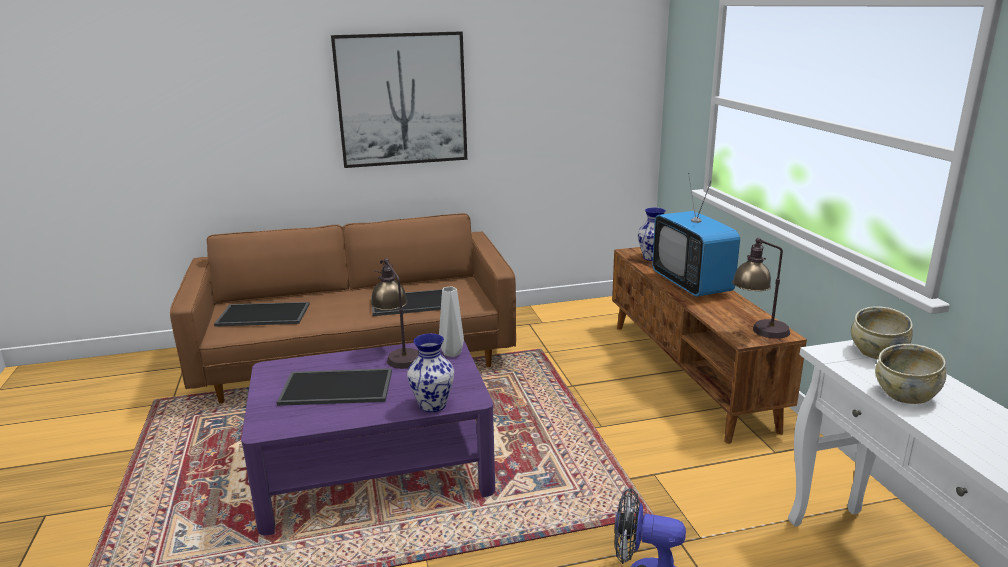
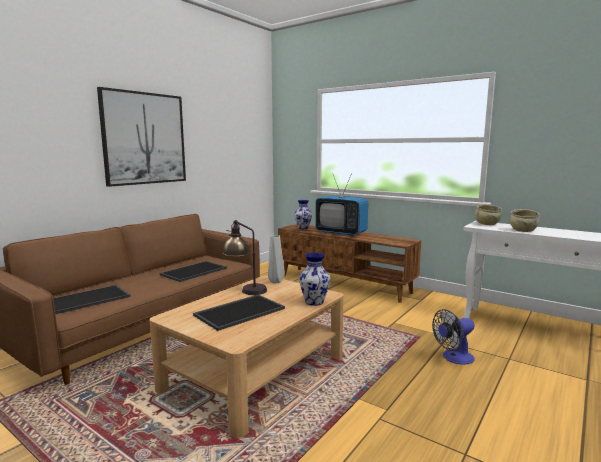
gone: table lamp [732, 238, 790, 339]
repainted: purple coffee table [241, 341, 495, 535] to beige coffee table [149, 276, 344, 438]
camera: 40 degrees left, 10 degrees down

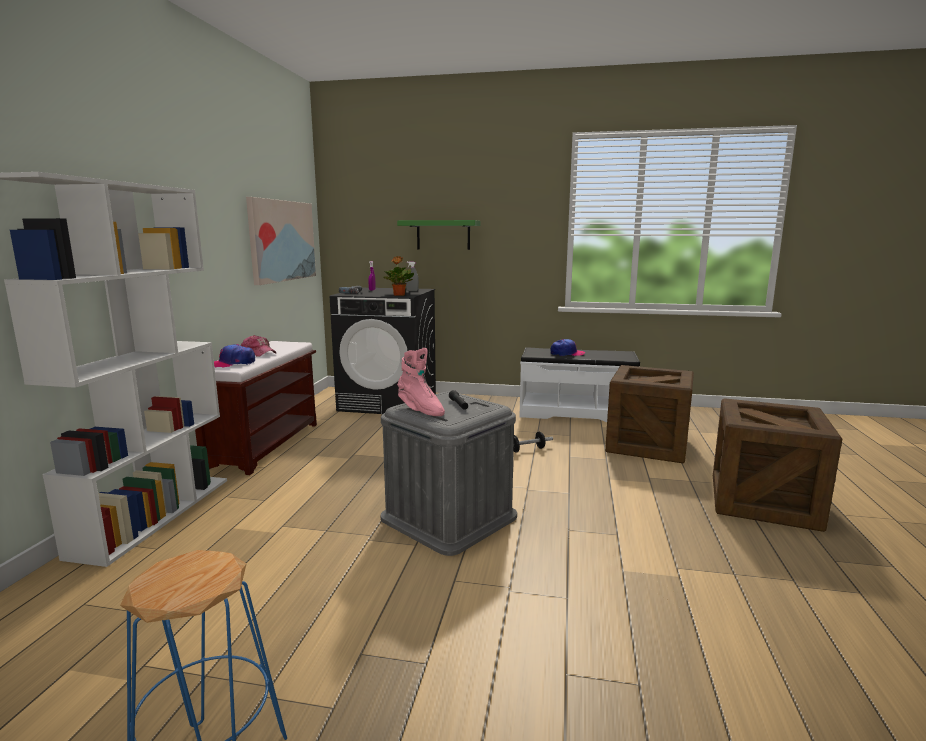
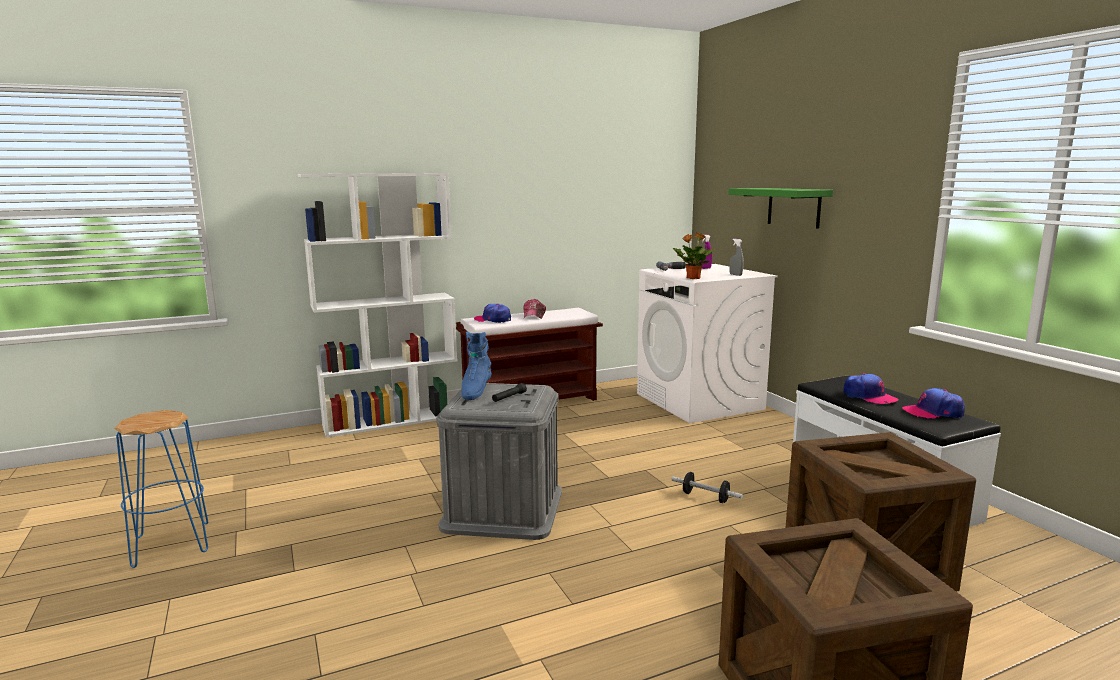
gone: picture [246, 197, 316, 285]
new: cap [902, 388, 965, 419]
repainted: black washing machine [330, 288, 436, 414] to white washing machine [637, 264, 778, 423]; pink boot [397, 348, 445, 416] to blue boot [462, 332, 492, 400]
camera: 55 degrees right, 0 degrees up

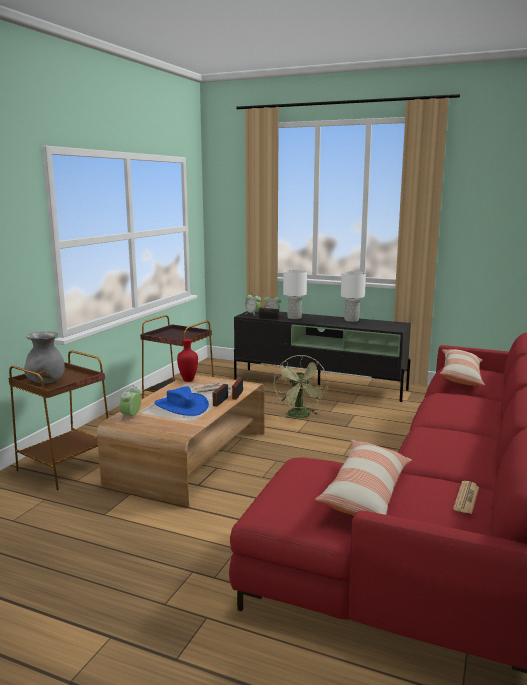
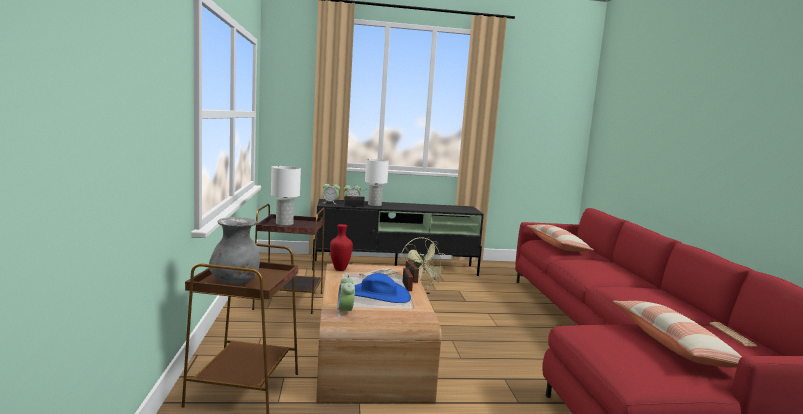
shifted: white table lamp [341, 271, 366, 322] to [271, 166, 301, 226]
camera: 30 degrees left, 5 degrees down

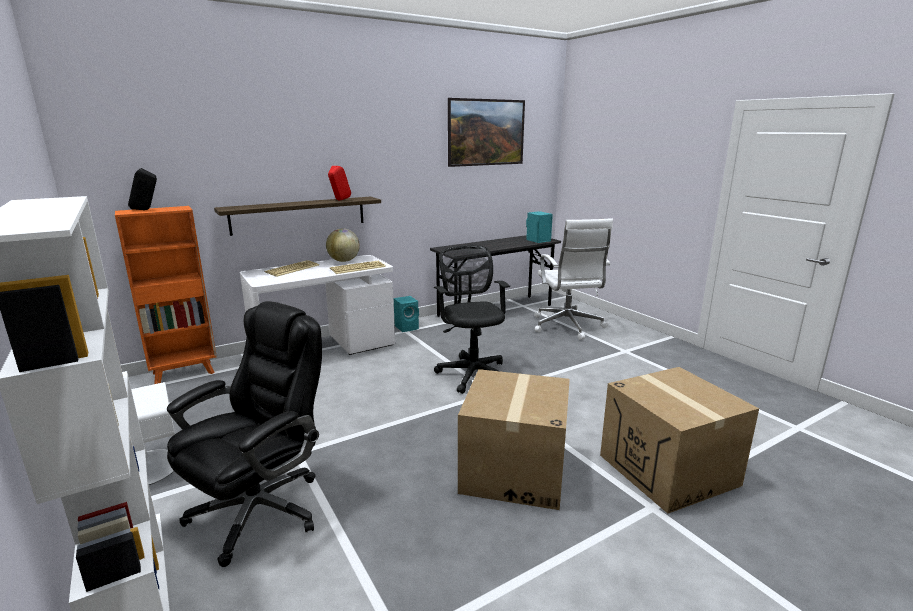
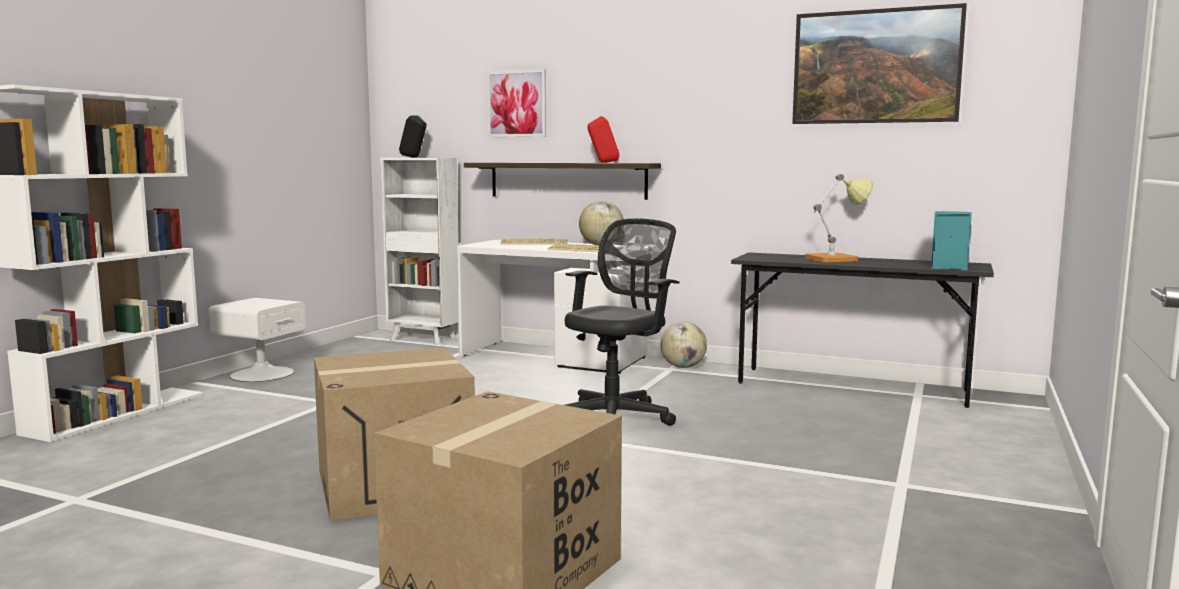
gone: black office chair [167, 301, 322, 567]; white office chair [534, 219, 613, 340]
new: picture [487, 69, 546, 137]; table lamp [805, 174, 873, 262]
swapped: turquoise speaker [394, 296, 419, 332] to globe [660, 322, 707, 368]
repainted: orange bookcase [115, 206, 217, 384] to white bookcase [380, 158, 459, 345]
camera: 55 degrees right, 10 degrees down

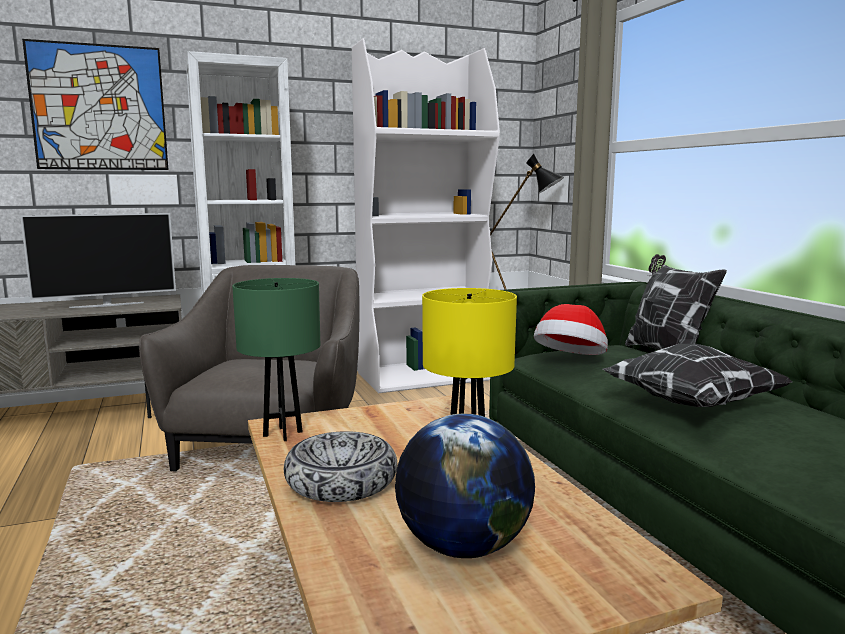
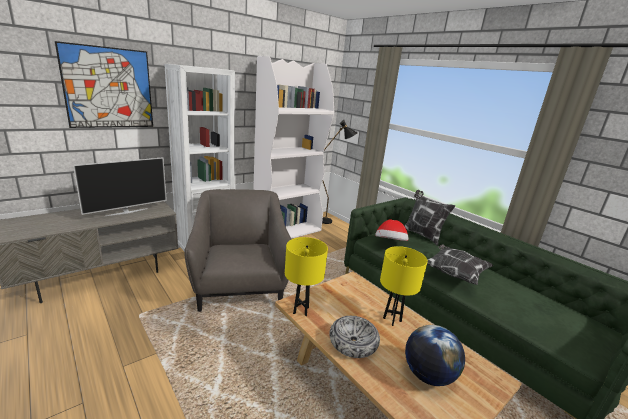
repainted: green table lamp [232, 278, 320, 441] to yellow table lamp [285, 237, 328, 316]
camera: 20 degrees left, 10 degrees up

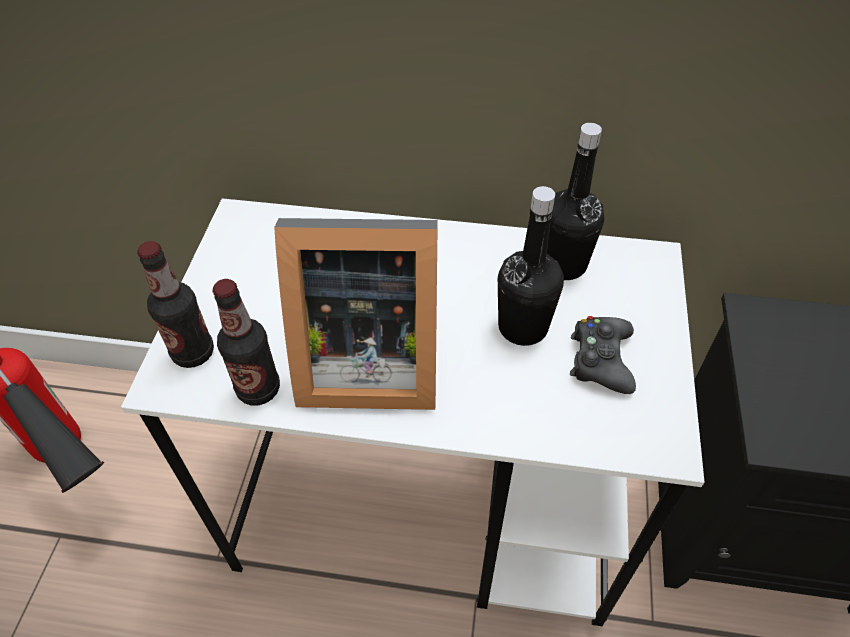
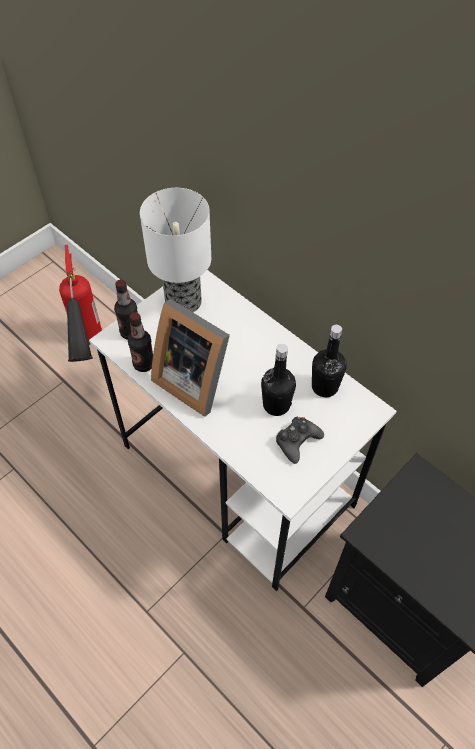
new: table lamp [140, 188, 211, 313]
camera: 35 degrees right, 5 degrees up

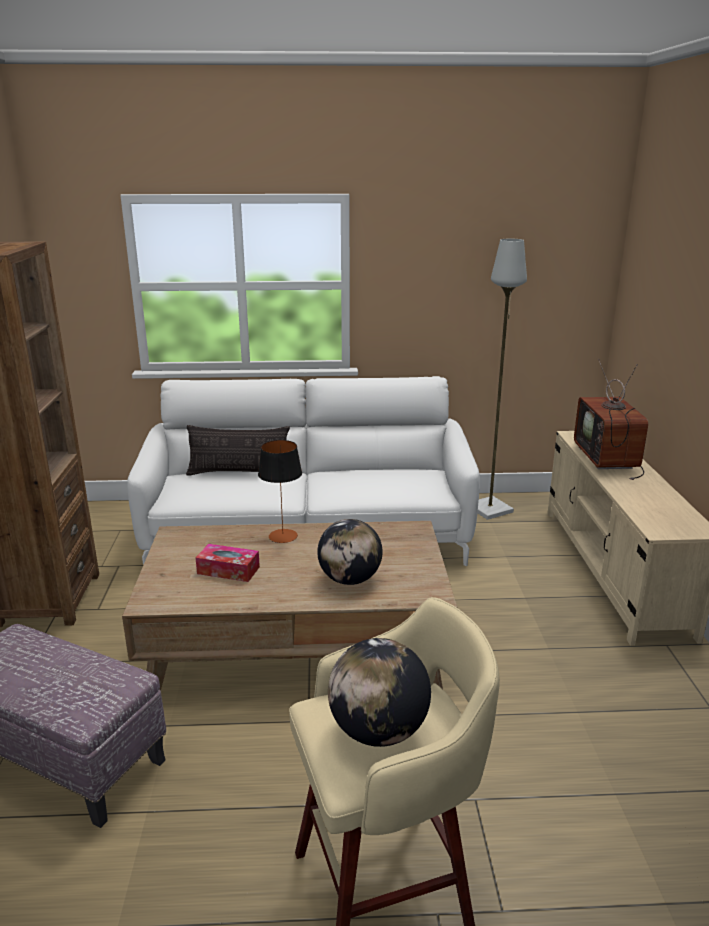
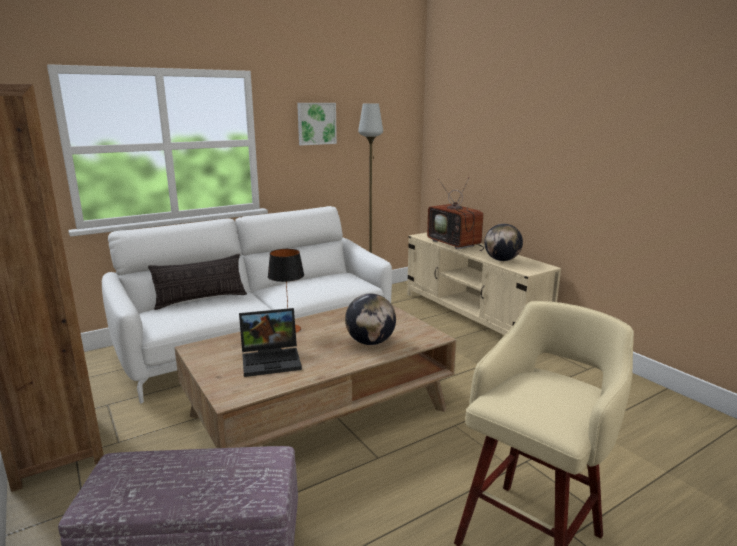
new: picture [297, 103, 337, 145]
shifted: globe [328, 638, 431, 747] to [484, 224, 523, 261]
swapped: tissue box [196, 544, 260, 582] to laptop [239, 308, 302, 377]
camera: 30 degrees left, 5 degrees down

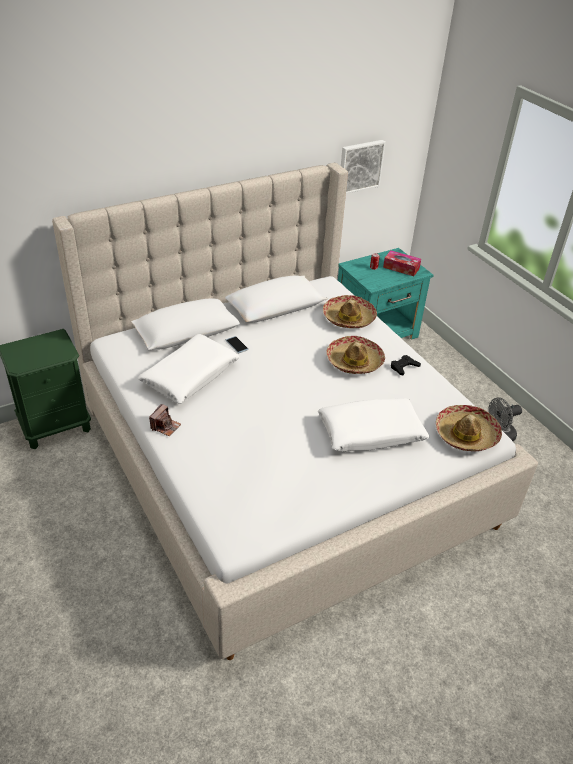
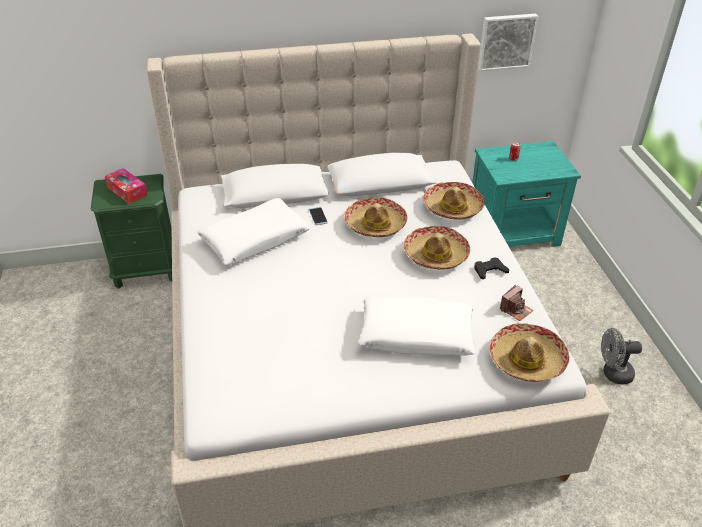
new: hat [344, 197, 408, 237]
shifted: photo camera [149, 404, 181, 436] to [500, 285, 533, 321]; tissue box [383, 250, 421, 276] to [105, 168, 148, 204]
camera: 20 degrees right, 0 degrees up

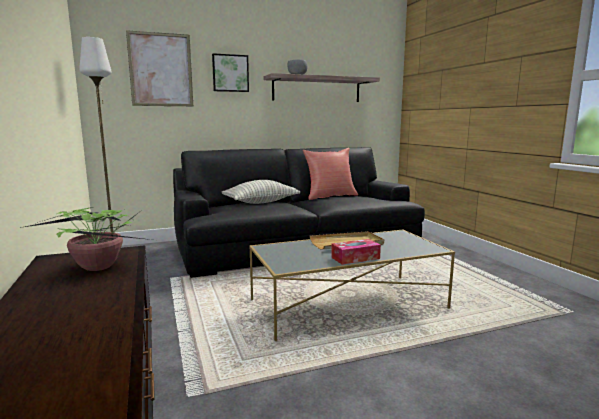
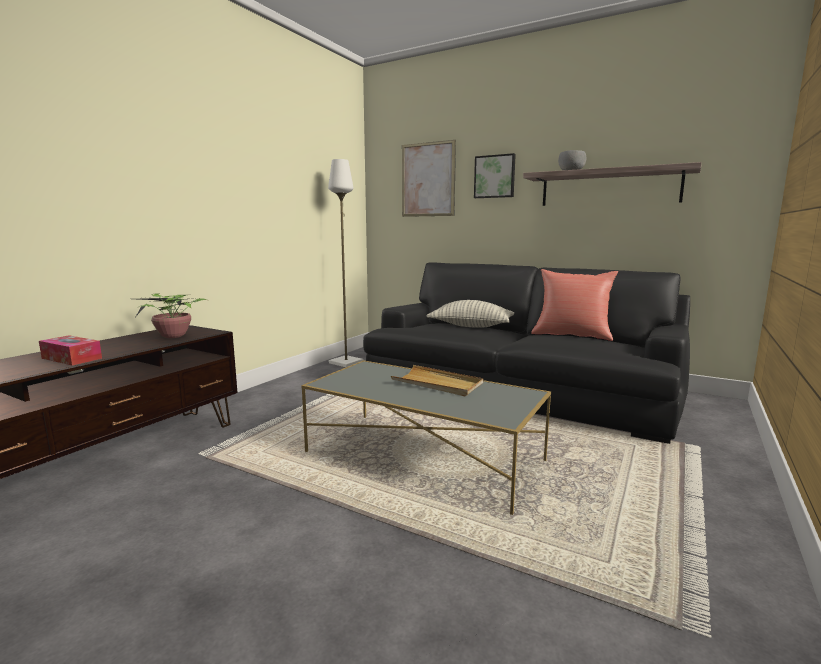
shifted: tissue box [331, 239, 381, 265] to [39, 335, 102, 365]
camera: 50 degrees right, 0 degrees up

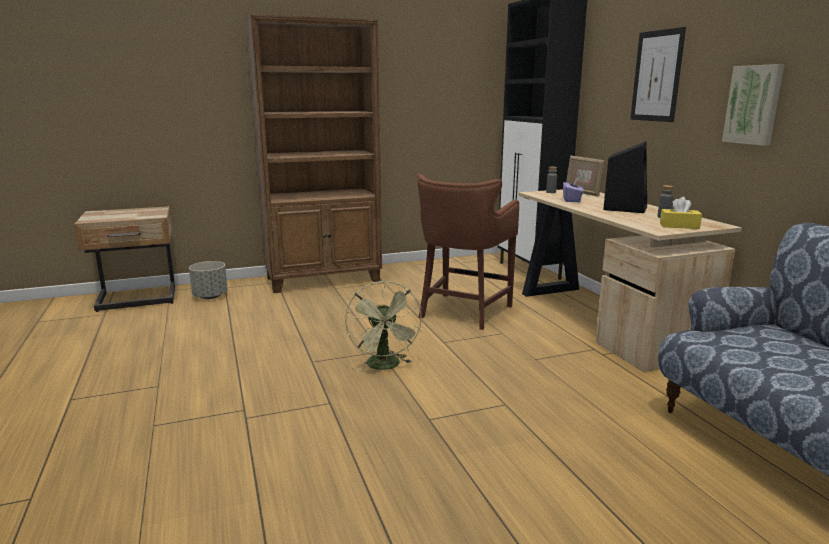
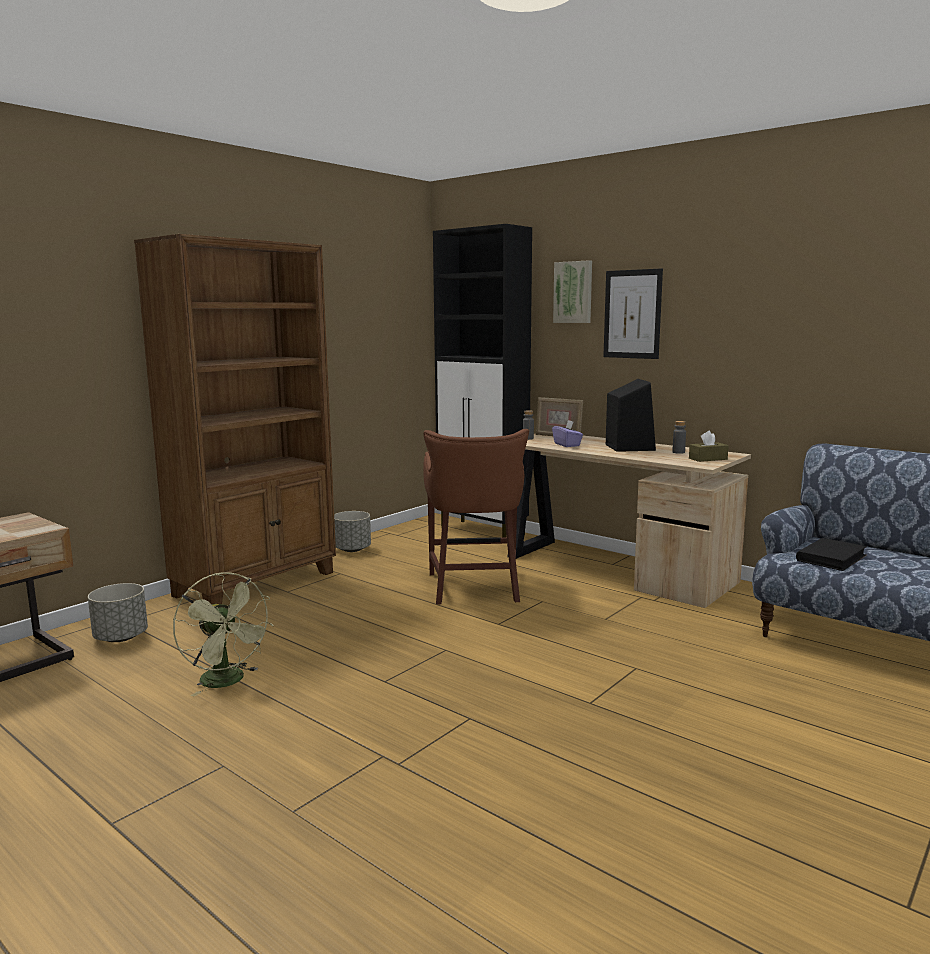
new: grey planter [334, 511, 371, 552]; black book [796, 538, 867, 571]
shifted: green fan [345, 280, 422, 371] to [173, 572, 273, 697]; picture [722, 64, 784, 146] to [553, 260, 592, 323]
repainted: yellow tissue box [660, 197, 702, 229] to brown tissue box [689, 431, 729, 462]
camera: 30 degrees left, 5 degrees down

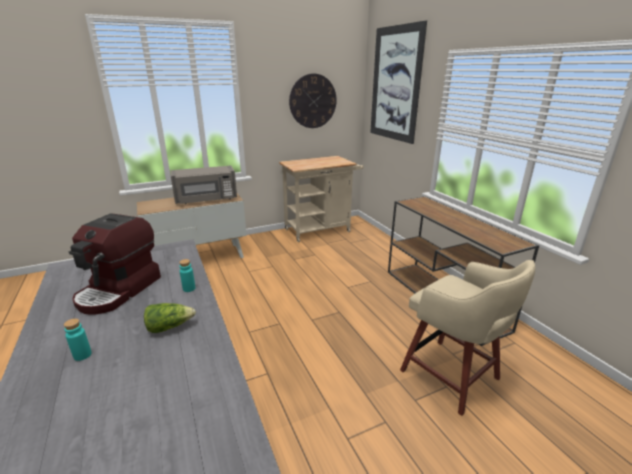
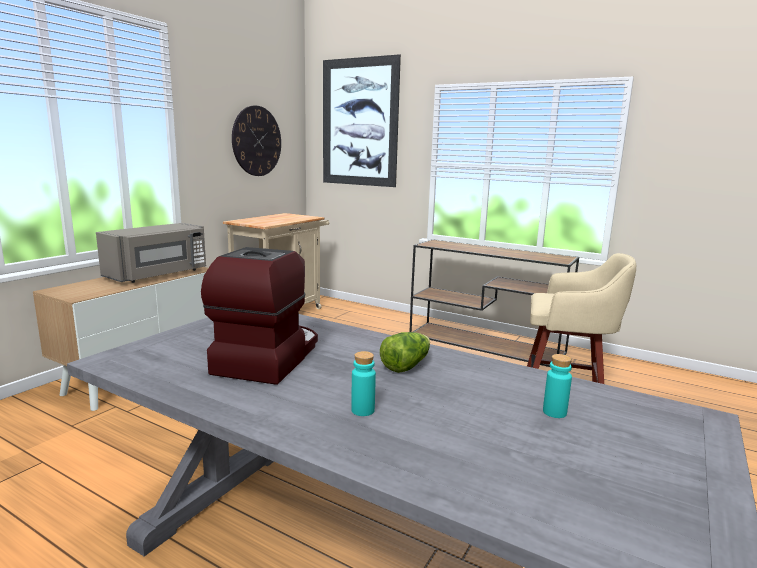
shifted: turquoise bottle [179, 259, 195, 292] to [543, 354, 572, 418]
rotated: coffee machine [69, 213, 161, 315] = [201, 247, 318, 385] 150 degrees counterclockwise
camera: 35 degrees left, 10 degrees down

